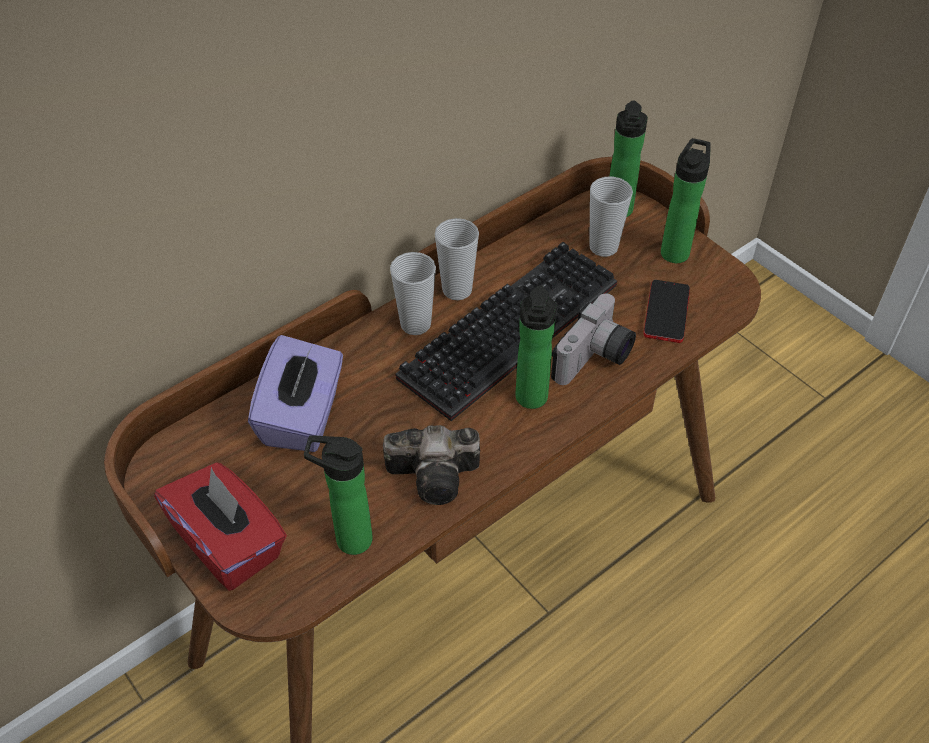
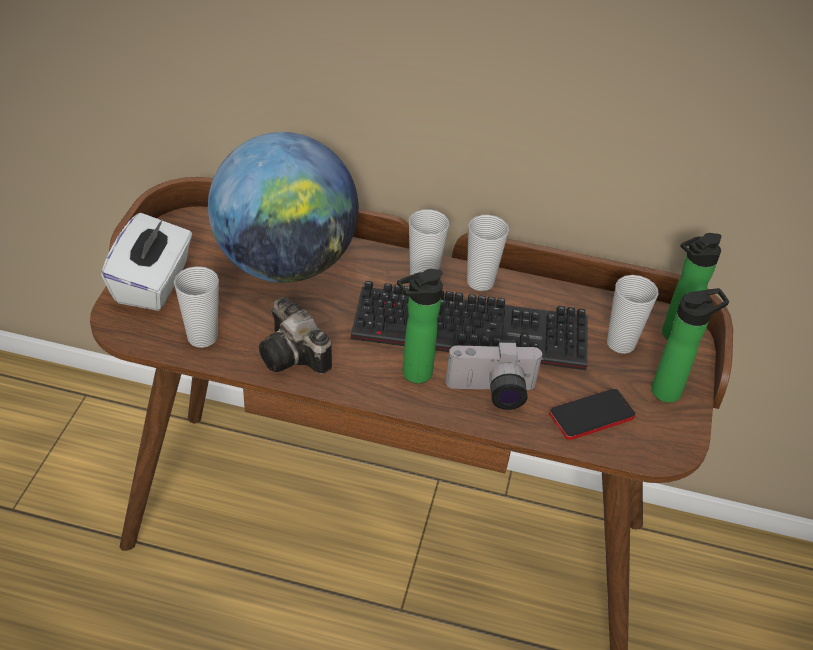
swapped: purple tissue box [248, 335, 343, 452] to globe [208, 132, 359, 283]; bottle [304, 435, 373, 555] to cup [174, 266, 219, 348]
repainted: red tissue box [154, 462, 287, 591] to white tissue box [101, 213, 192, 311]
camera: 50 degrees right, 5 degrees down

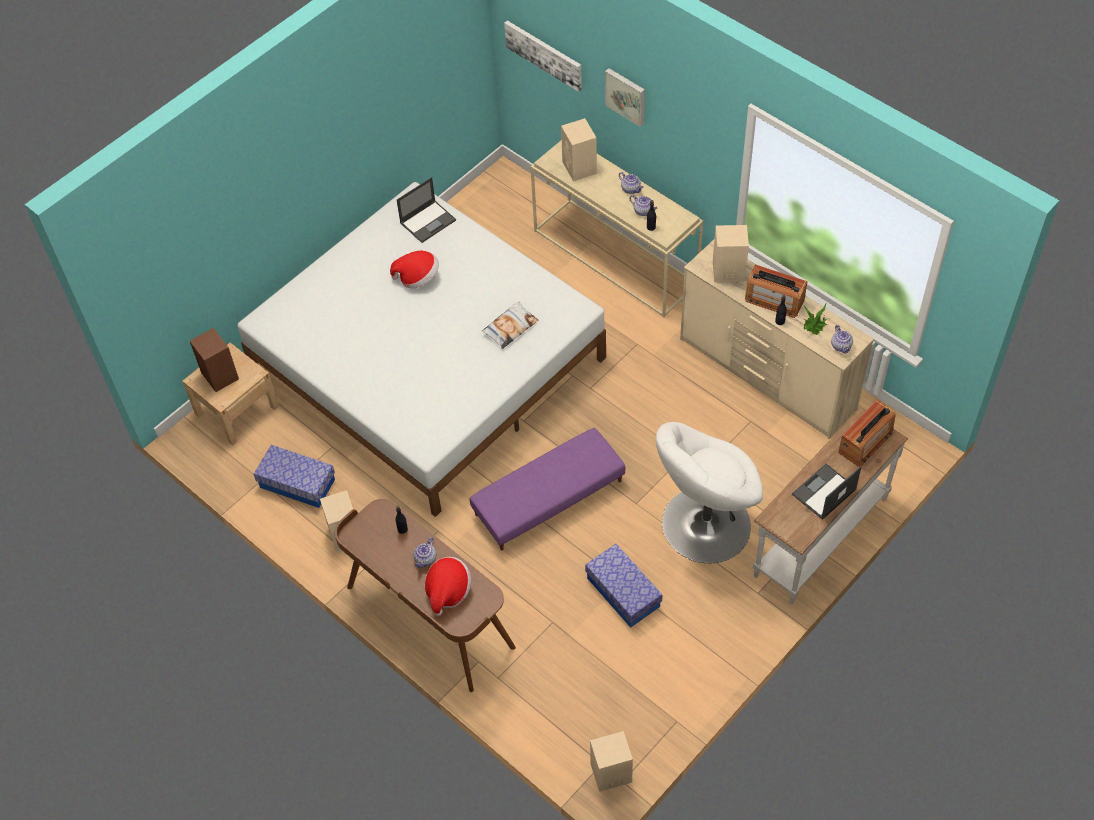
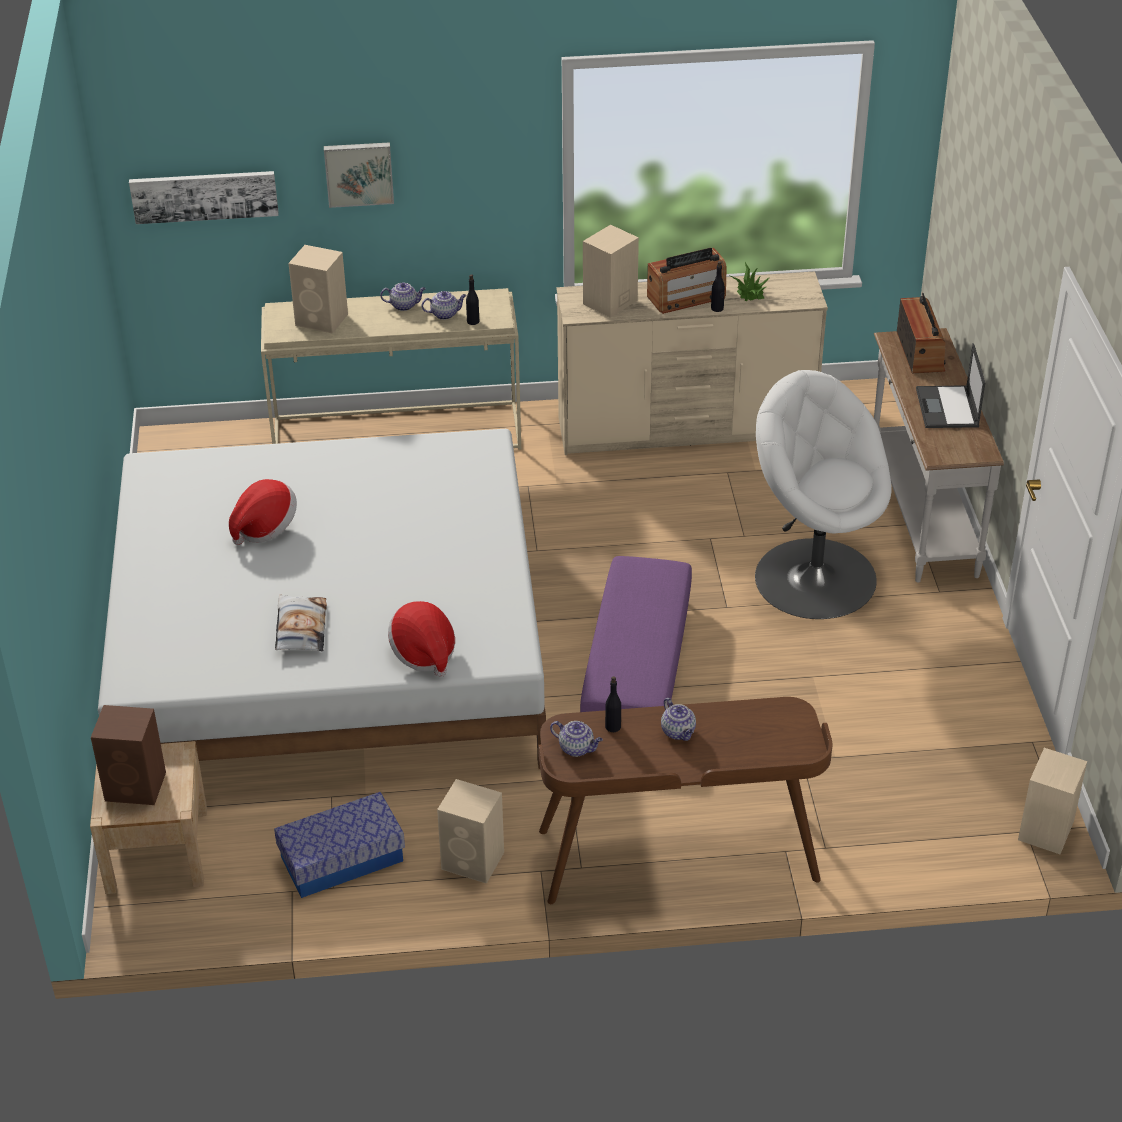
gone: laptop [397, 177, 456, 243]; storage box [585, 544, 663, 628]
shifted: hat [425, 557, 471, 616] to [388, 601, 455, 677]; pillow [482, 301, 538, 349] to [275, 594, 327, 651]; teapot [831, 325, 853, 354] to [550, 721, 603, 757]
rotated: white armchair [656, 422, 763, 563] = [755, 370, 892, 619] 120 degrees clockwise
camera: 50 degrees left, 15 degrees down

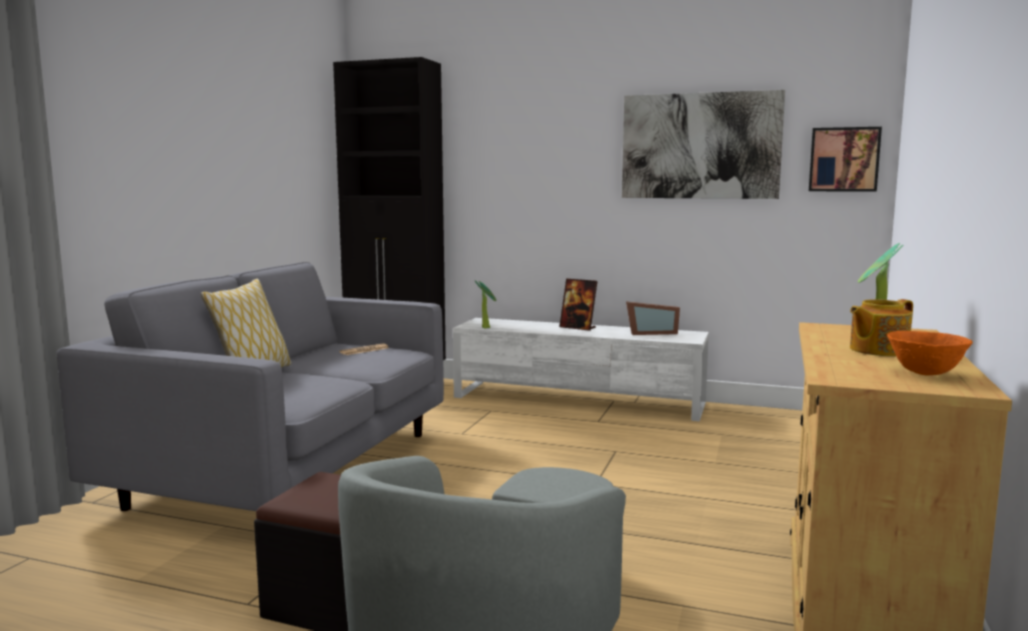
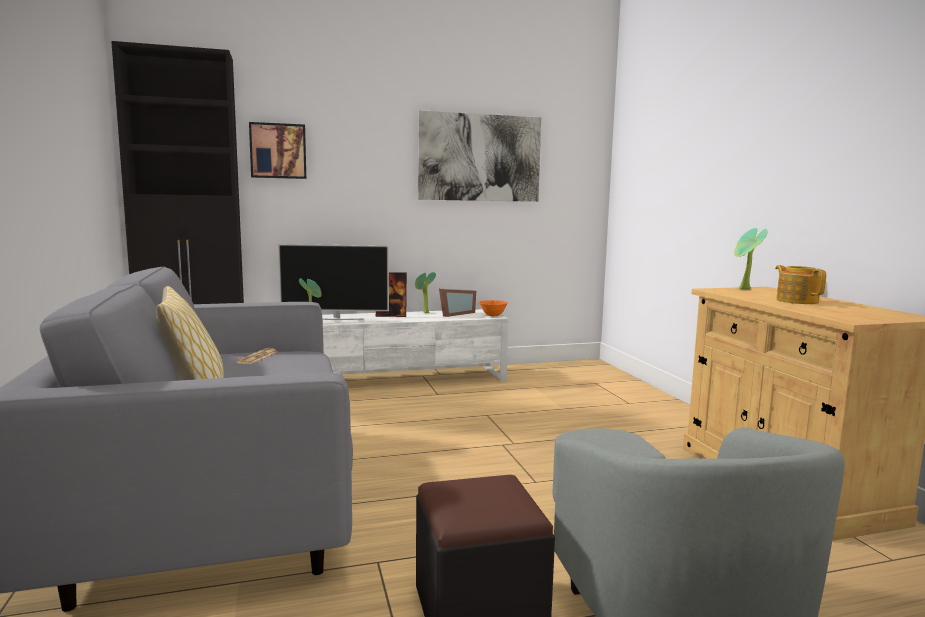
new: television [278, 244, 389, 320]; potted plant [415, 272, 436, 313]
shifted: picture [809, 127, 882, 192] to [249, 122, 306, 179]; orange bowl [887, 331, 973, 375] to [479, 300, 508, 317]
rotated: teapot [850, 299, 913, 356] = [775, 265, 826, 304] 135 degrees clockwise
camera: 35 degrees left, 0 degrees up

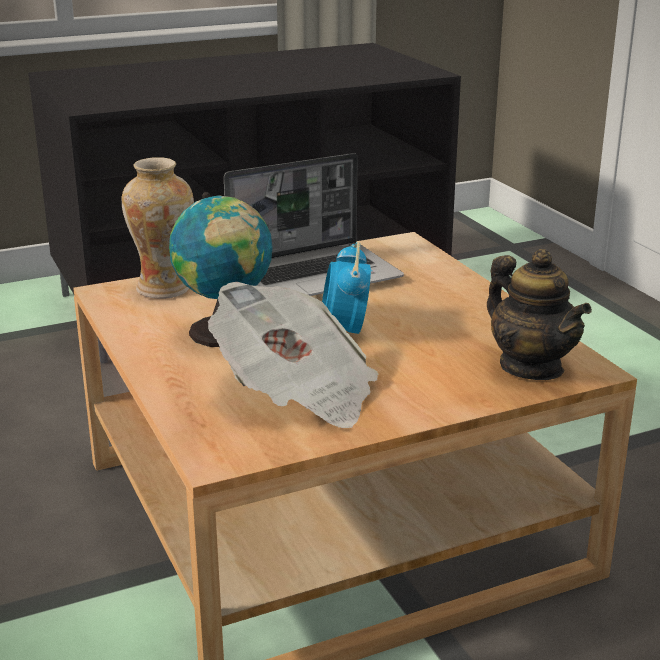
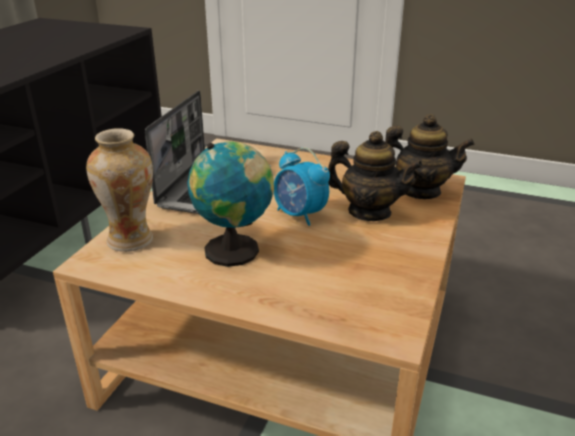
gone: newspaper [208, 282, 378, 428]
new: teapot [328, 131, 423, 221]
camera: 45 degrees left, 5 degrees up

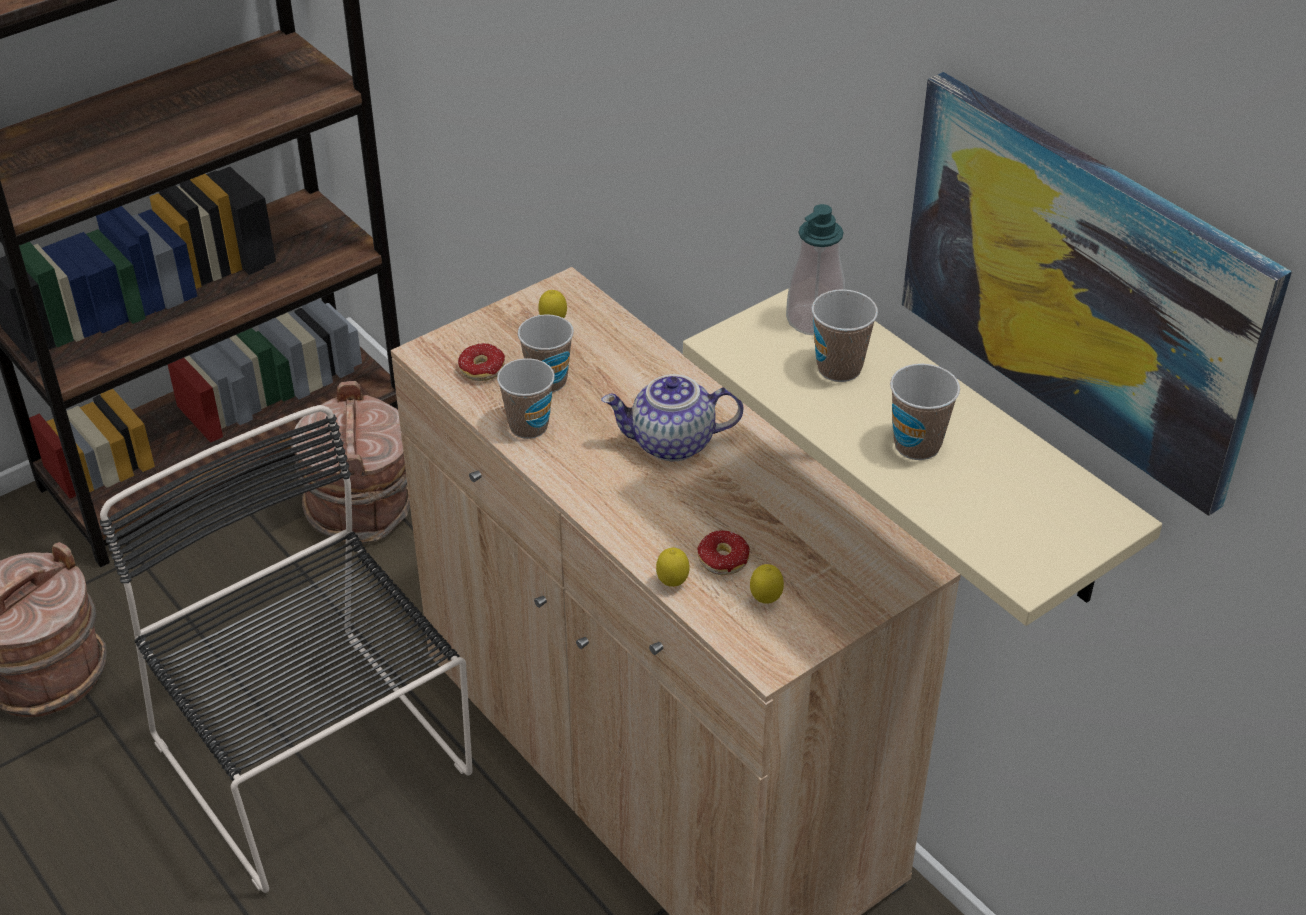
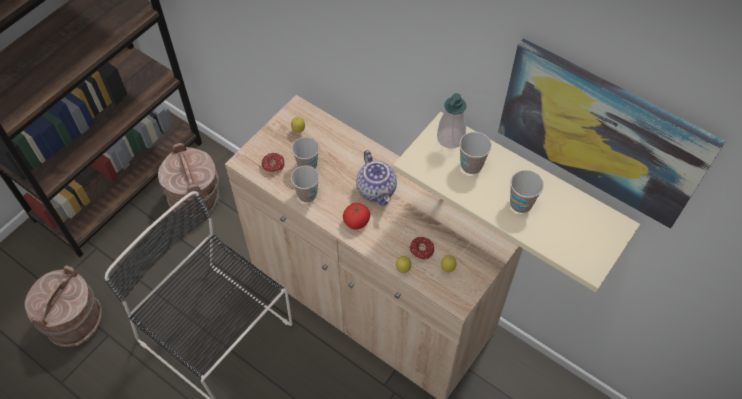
new: tomato [343, 203, 370, 229]
rotated: teapot [601, 374, 743, 461] = [356, 150, 397, 206] 90 degrees counterclockwise
camera: 15 degrees left, 15 degrees up

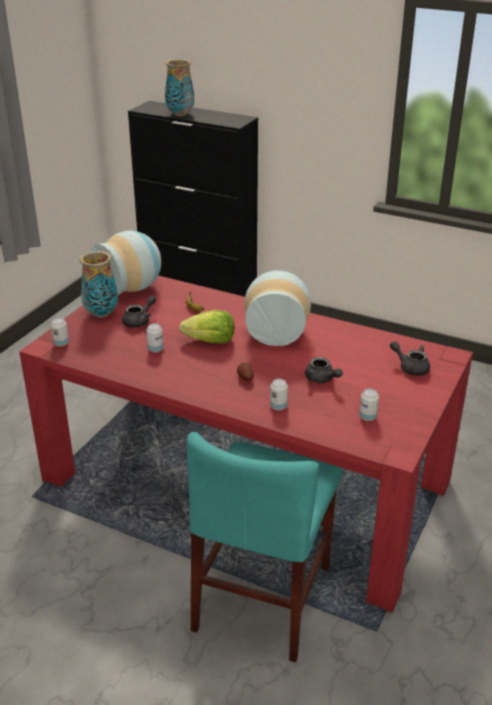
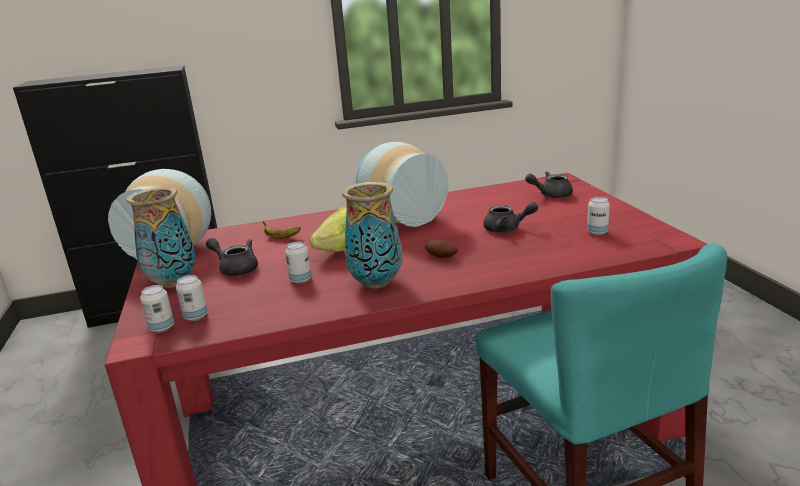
shifted: vase [165, 59, 194, 116] to [342, 182, 403, 289]; can [270, 379, 288, 411] to [176, 275, 208, 321]
rotated: grey teapot [122, 295, 156, 328] = [206, 238, 258, 276] 60 degrees counterclockwise
camera: 40 degrees left, 10 degrees down

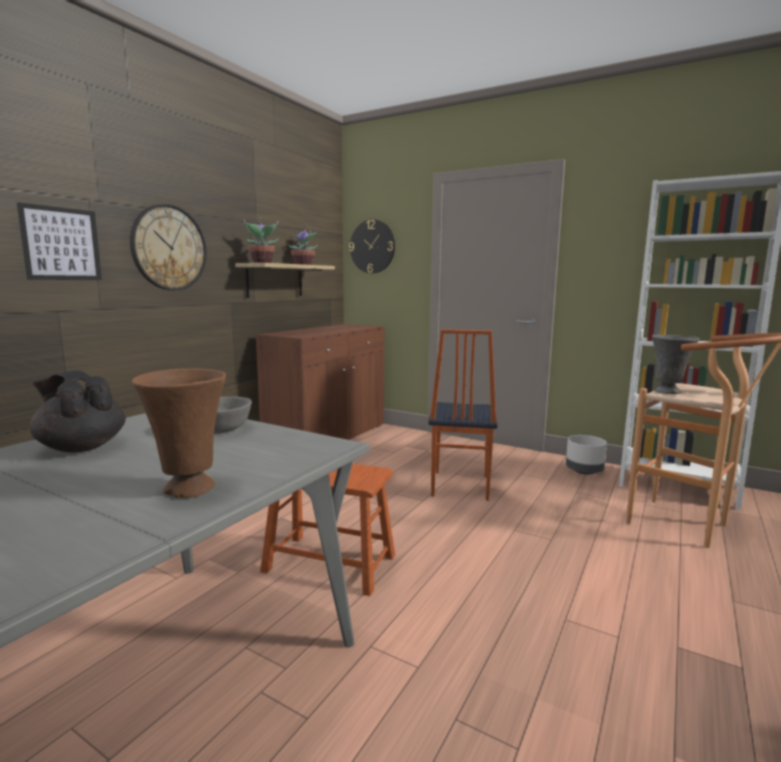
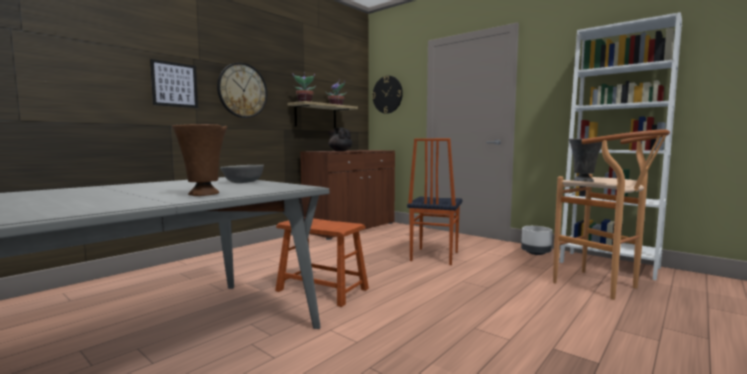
shifted: black teapot [29, 370, 126, 453] to [328, 128, 352, 151]
camera: 10 degrees right, 5 degrees down

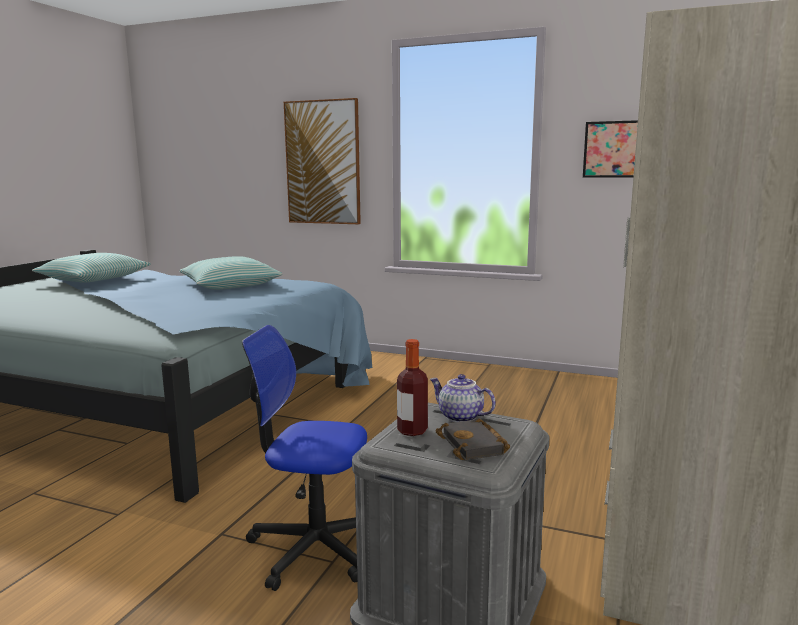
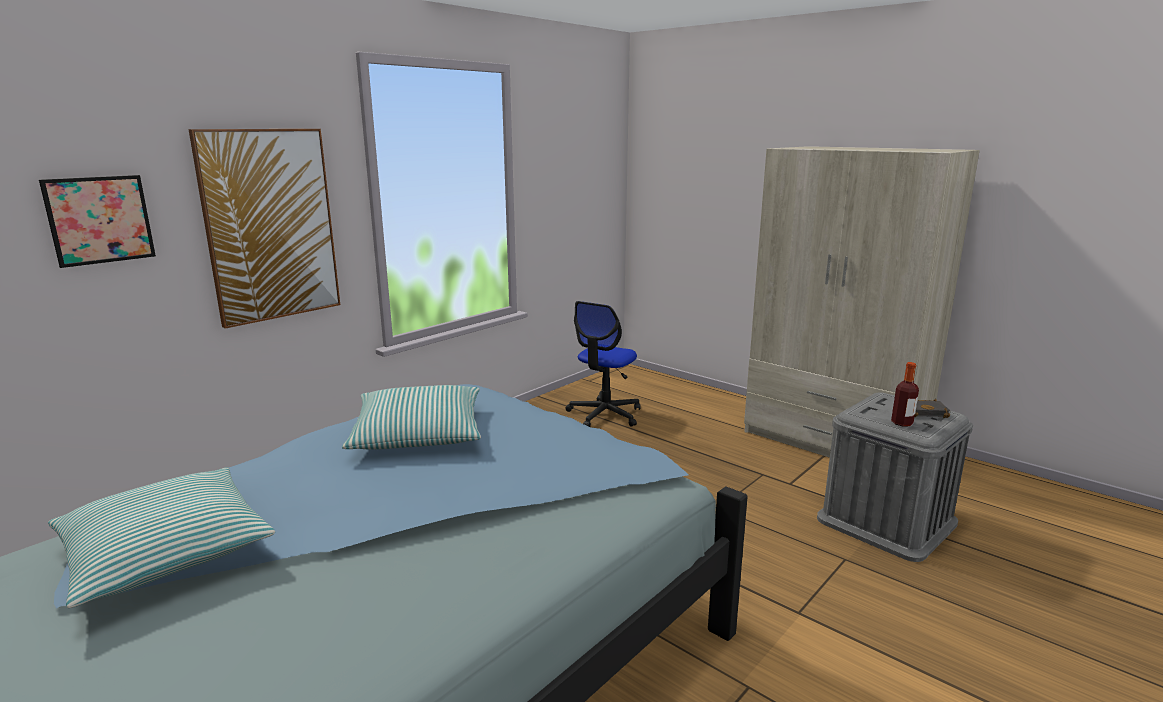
gone: teapot [430, 374, 496, 422]
shifted: office chair [242, 325, 367, 591] to [565, 301, 641, 427]; picture [583, 120, 638, 177] to [39, 175, 156, 268]
camera: 70 degrees left, 5 degrees up

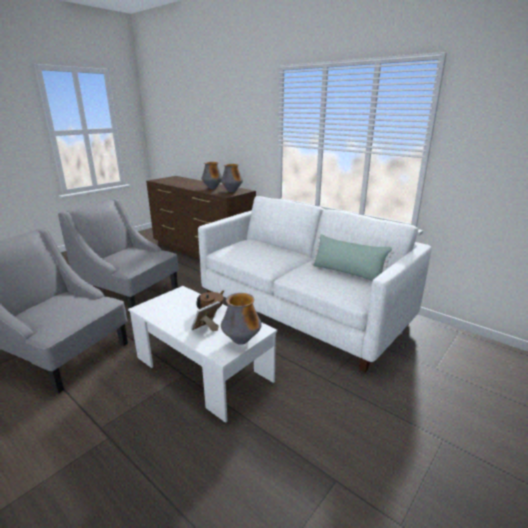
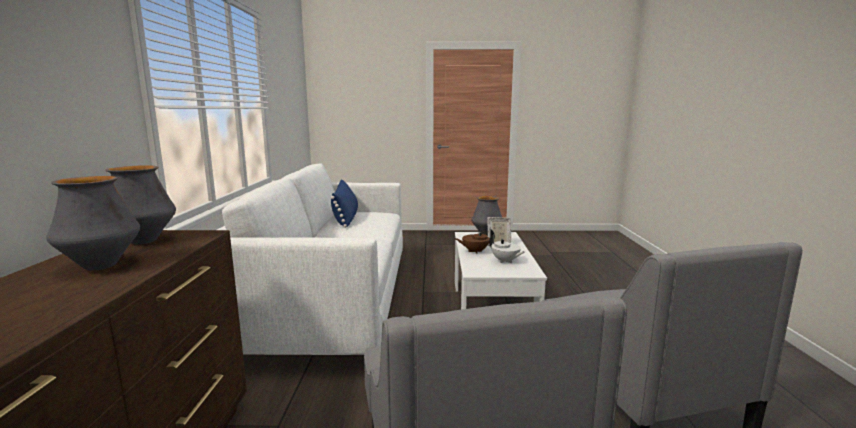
new: white teapot [489, 234, 525, 263]
repainted: green pillow [311, 234, 394, 281] to blue pillow [331, 179, 358, 228]
camera: 130 degrees left, 10 degrees down

